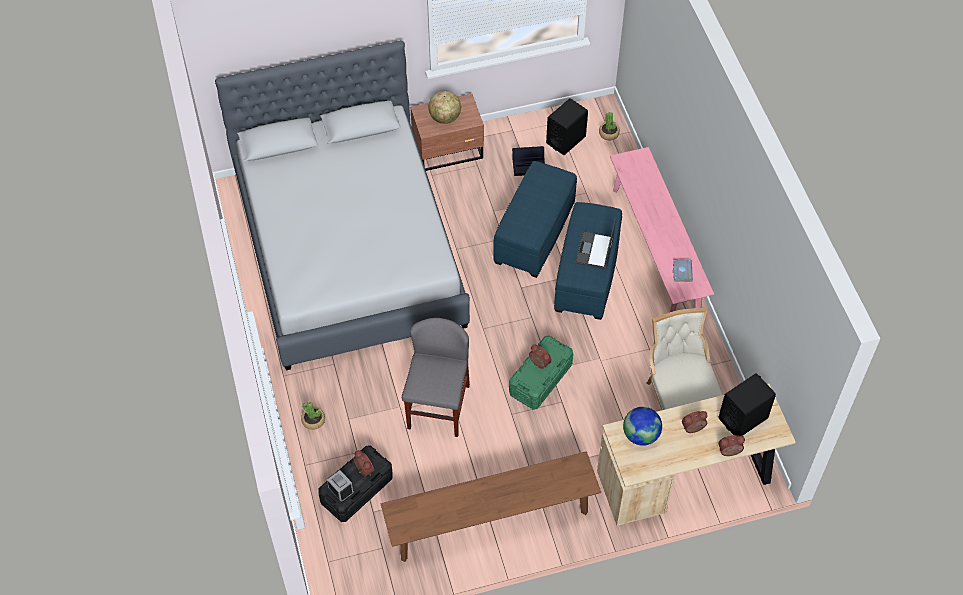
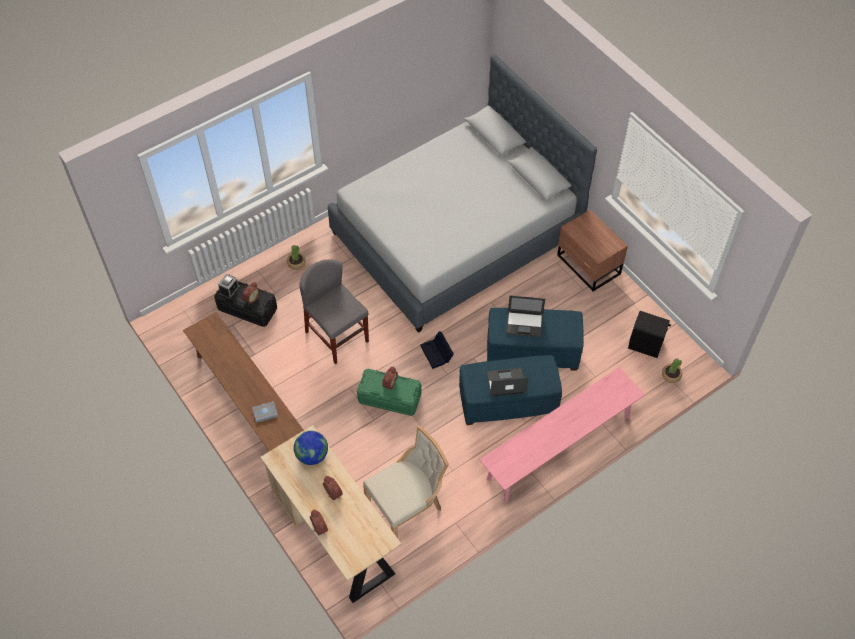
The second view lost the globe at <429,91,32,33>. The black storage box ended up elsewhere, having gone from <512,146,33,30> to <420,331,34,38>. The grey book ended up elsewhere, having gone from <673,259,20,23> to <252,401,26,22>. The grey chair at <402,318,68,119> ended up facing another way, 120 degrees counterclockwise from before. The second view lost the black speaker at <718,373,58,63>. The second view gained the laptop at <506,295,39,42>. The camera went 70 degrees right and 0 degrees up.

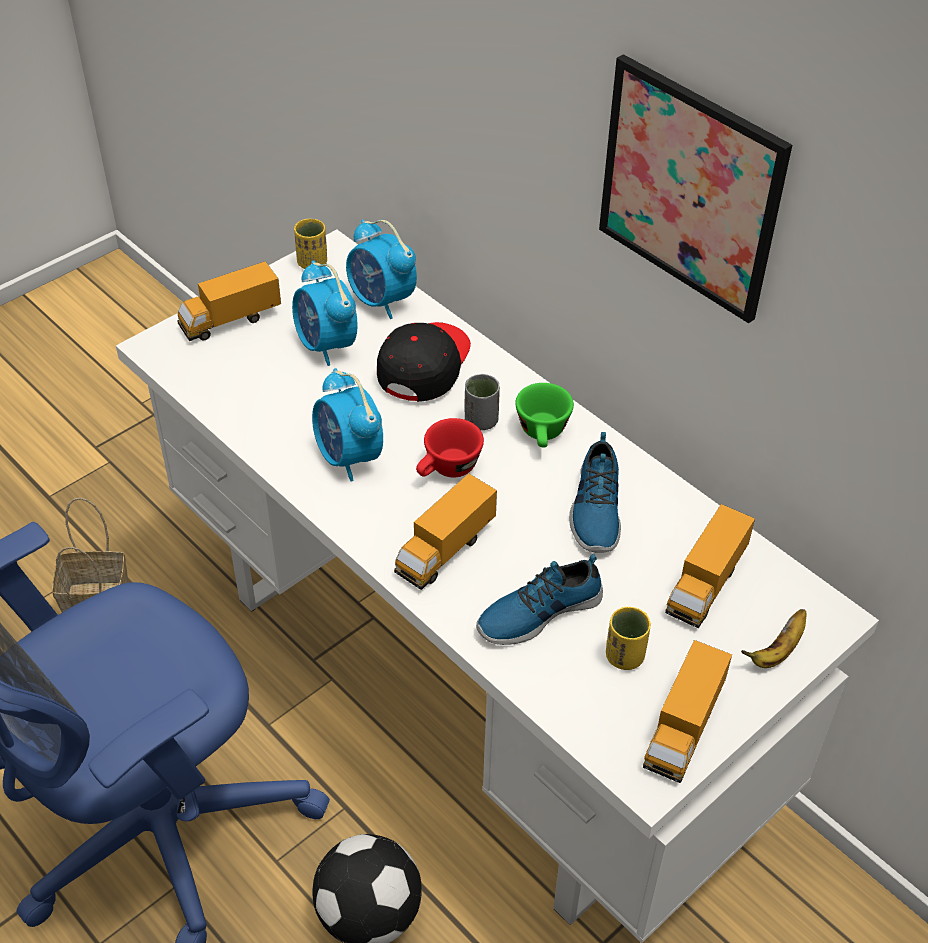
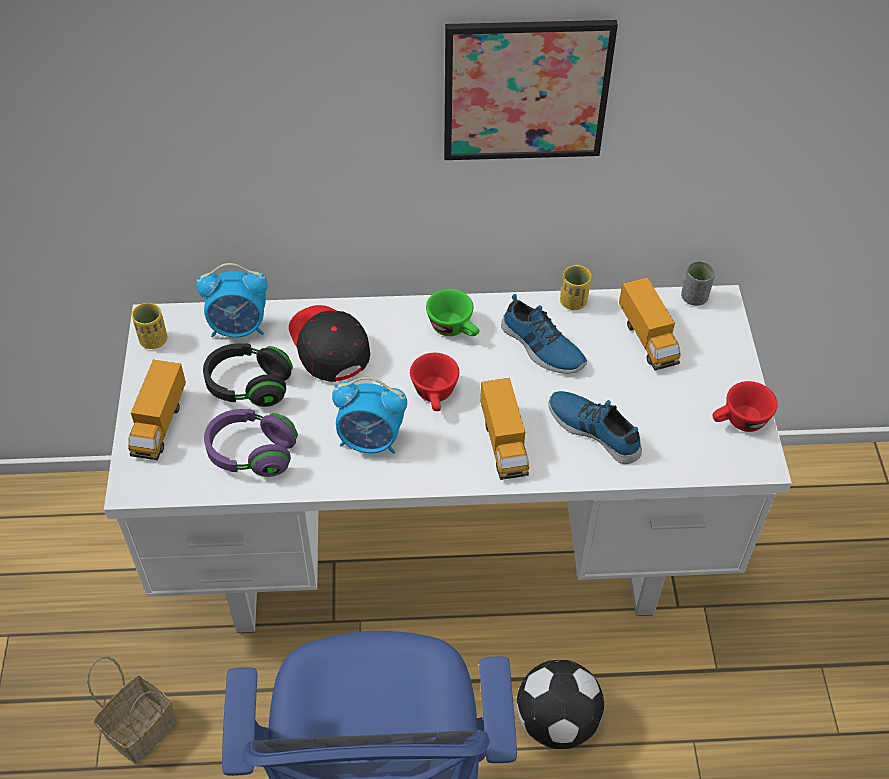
Where the alarm clock stood at <292,261,66,105>, the black headphones came to stand at <203,343,90,64>. The grey cup ended up elsewhere, having gone from <465,374,35,56> to <681,261,34,45>. The shoe at <476,554,127,91> ended up facing another way, 120 degrees clockwise from before. The yellow cup ended up elsewhere, having gone from <606,607,45,63> to <560,265,31,45>. The second view lost the banana at <741,609,66,59>. Where the toy truck stood at <643,640,89,143>, the red cup came to stand at <713,381,65,51>. The second view gained the purple headphones at <204,409,94,68>. The camera went 50 degrees left and 5 degrees up.

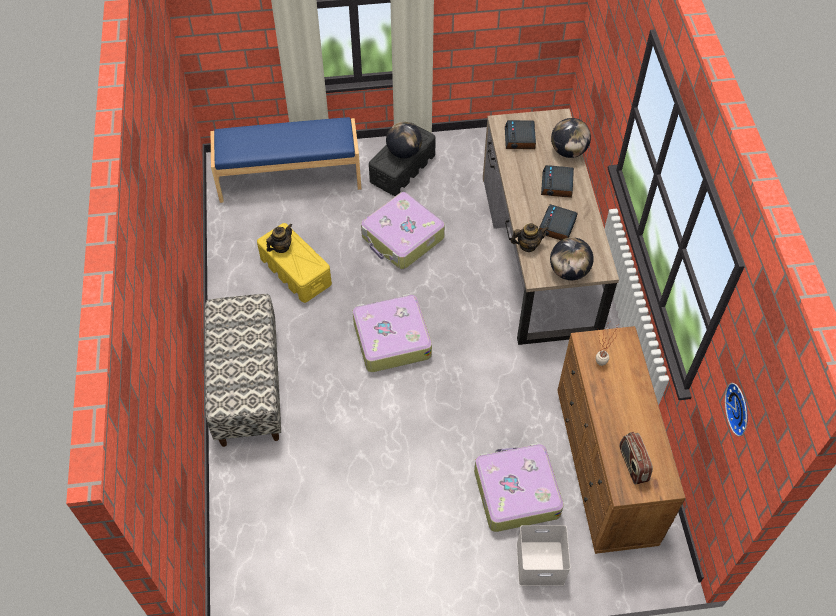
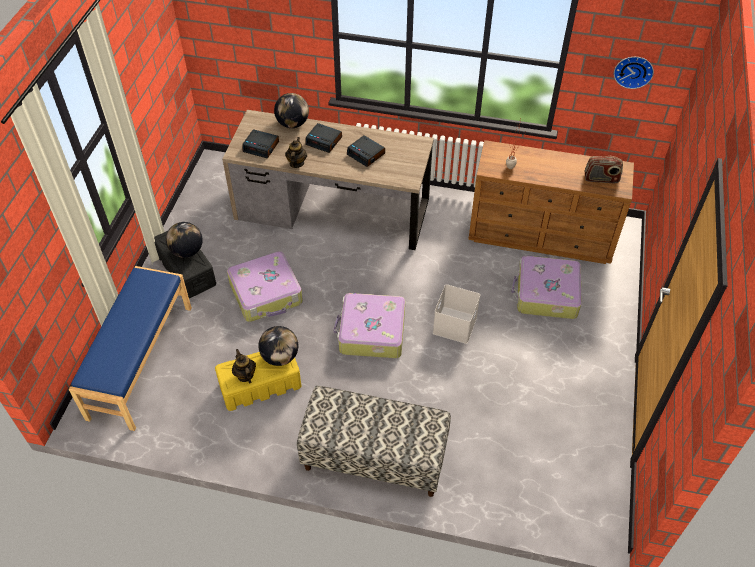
The teapot ended up elsewhere, having gone from <510,223,39,29> to <285,137,22,31>. The globe ended up elsewhere, having gone from <550,237,44,43> to <258,326,40,40>. The white storage box ended up elsewhere, having gone from <517,525,53,61> to <433,284,47,60>. The camera went 70 degrees left and 5 degrees down.

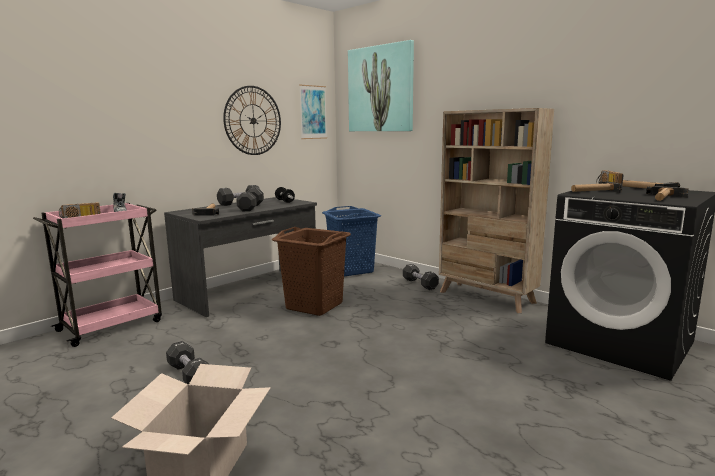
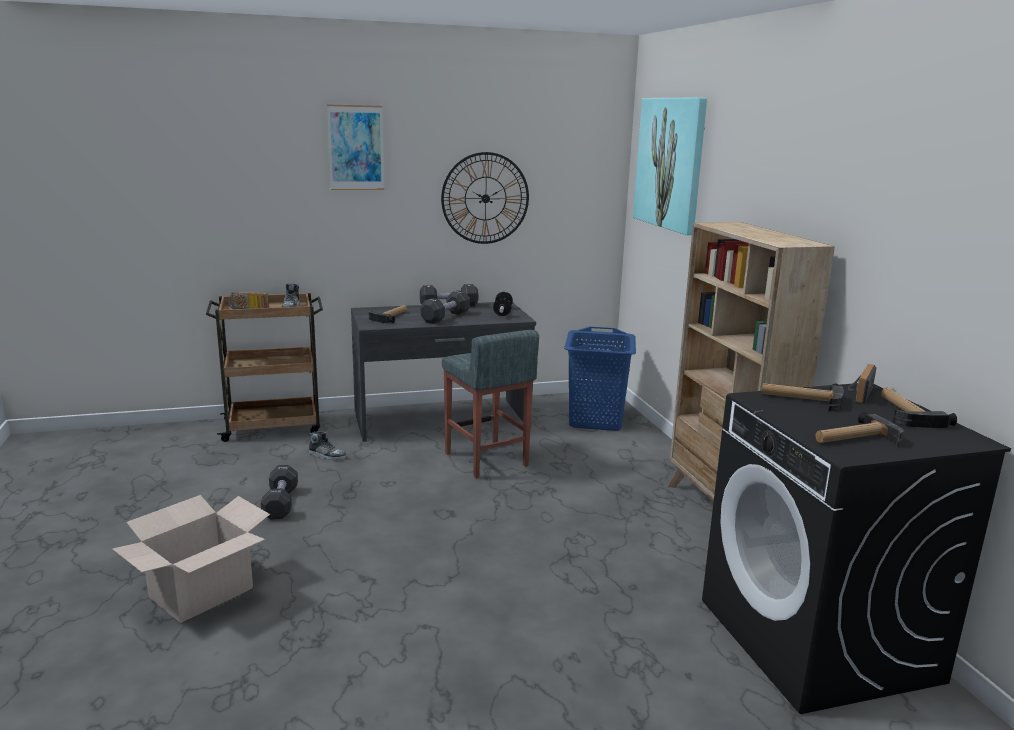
The picture ended up elsewhere, having gone from <299,85,28,54> to <327,104,57,86>. What was the pink cart at <33,203,129,144> turned into the brown cart at <206,293,117,149>. Where the brown laundry basket stood at <272,227,79,89>, the grey stool came to stand at <442,330,97,148>. The second view lost the black dumbbell at <403,264,36,26>. The second view gained the shoe at <308,430,38,30>. The camera went 30 degrees right and 5 degrees up.

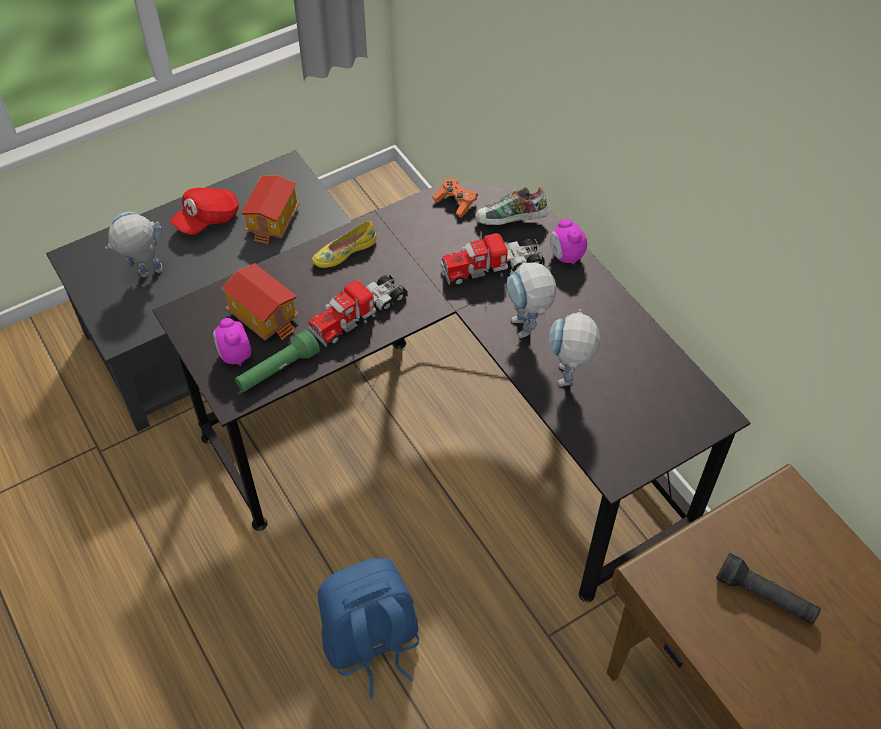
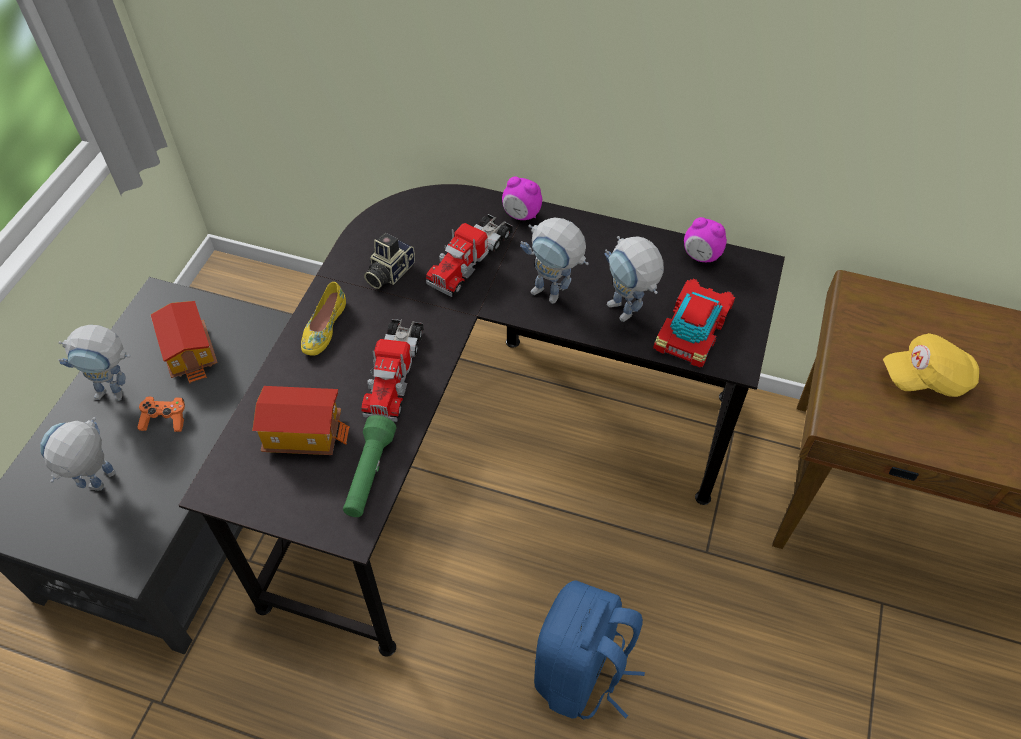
The orange game controller ended up elsewhere, having gone from <433,178,45,39> to <137,396,48,36>. The second view lost the shoe at <475,187,74,38>. Where the red cap stood at <170,188,69,47>, the toy robot came to stand at <58,325,72,76>. The alarm clock ended up elsewhere, having gone from <213,318,38,48> to <684,217,43,45>. Where the black flashlight stood at <716,553,105,72>, the yellow cap came to stand at <883,333,96,64>. The second view gained the photo camera at <364,233,51,56>. The second view gained the toy car at <653,279,82,88>. The camera went 40 degrees left and 0 degrees up.

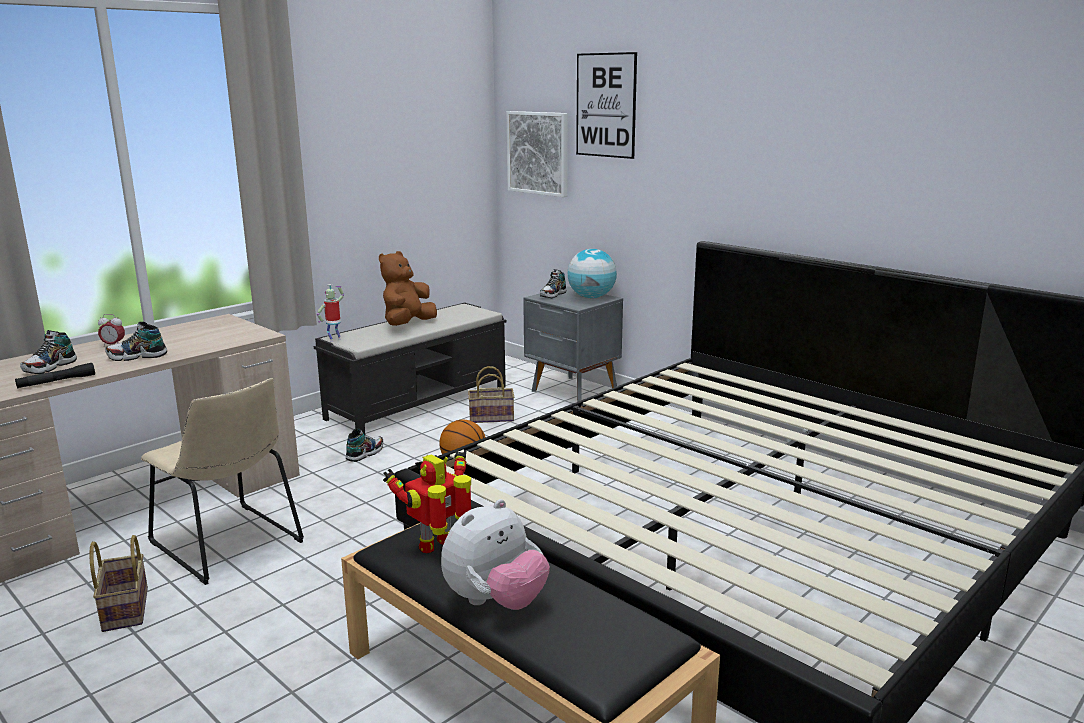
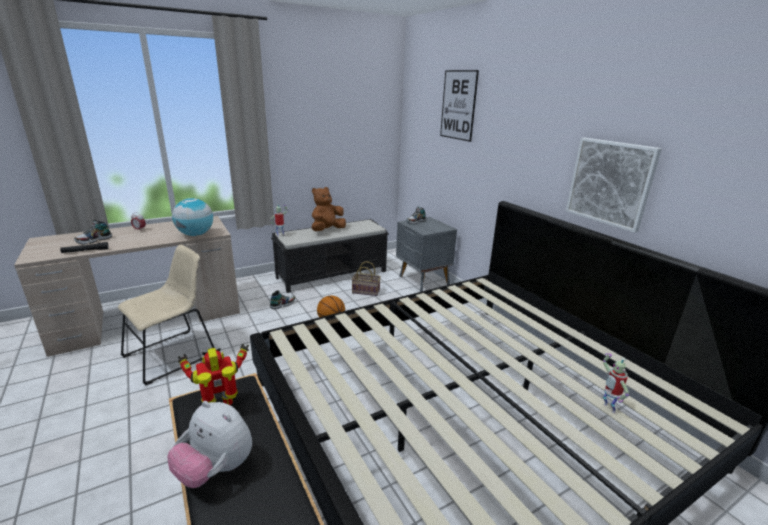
The picture ended up elsewhere, having gone from <506,111,62,86> to <566,138,96,95>. The globe ended up elsewhere, having gone from <568,249,49,49> to <172,198,41,38>. The second view lost the shoe at <105,322,62,39>. The beige chair at <141,378,163,207> ended up facing another way, 105 degrees counterclockwise from before. The plush toy at <441,499,109,111> ended up facing another way, 60 degrees clockwise from before. The second view lost the basket at <90,535,58,97>. The second view gained the toy robot at <603,353,26,60>. The camera went 15 degrees right and 5 degrees up.

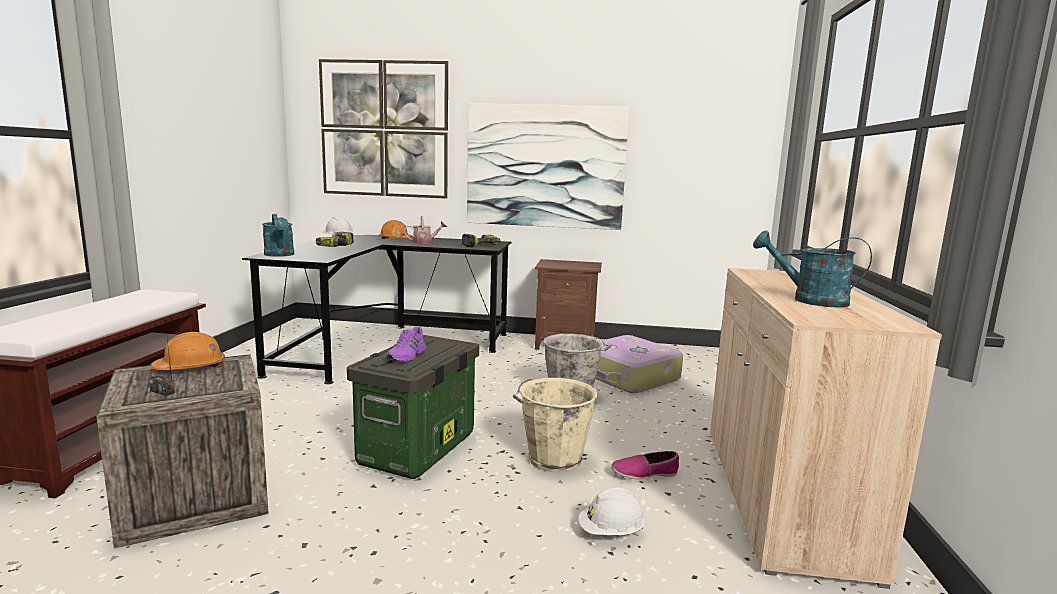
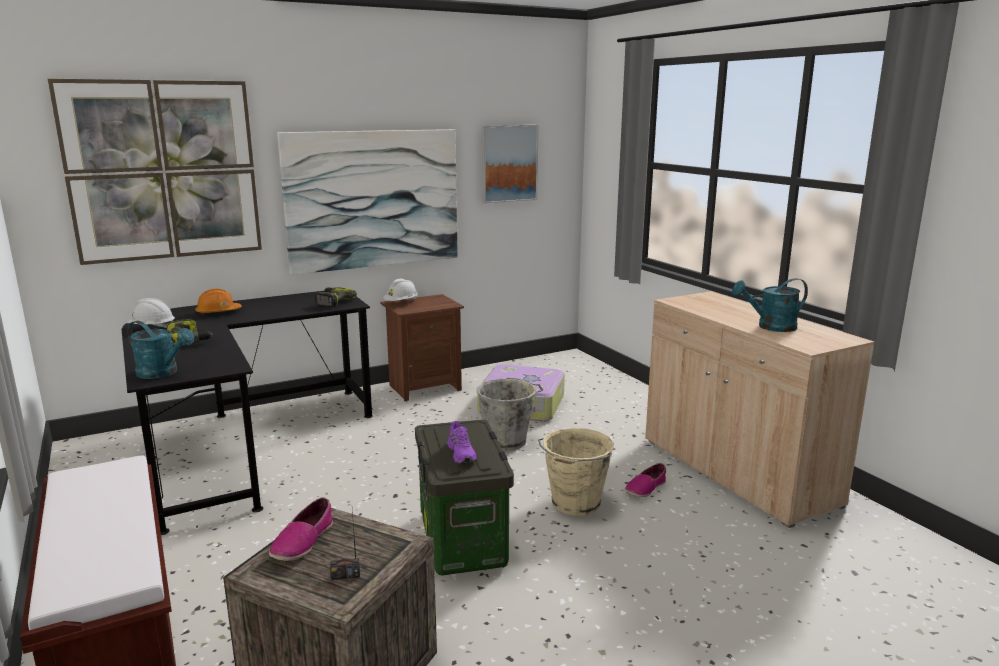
The second view lost the watering can at <404,216,43,28>. Where the orange hard hat stood at <151,332,74,38>, the shoe came to stand at <269,498,64,63>. The white hard hat ended up elsewhere, having gone from <578,488,68,47> to <383,279,35,22>. The second view gained the picture at <482,125,56,79>. The camera went 35 degrees left and 5 degrees up.

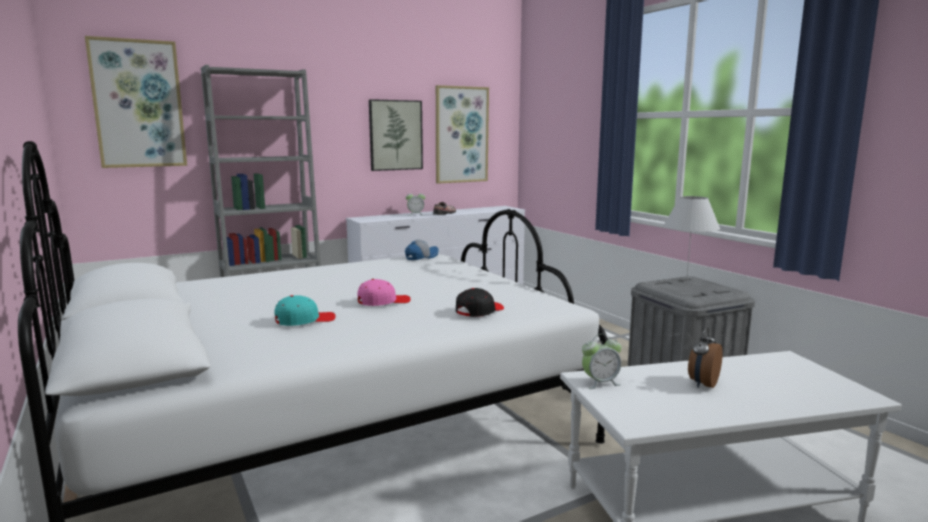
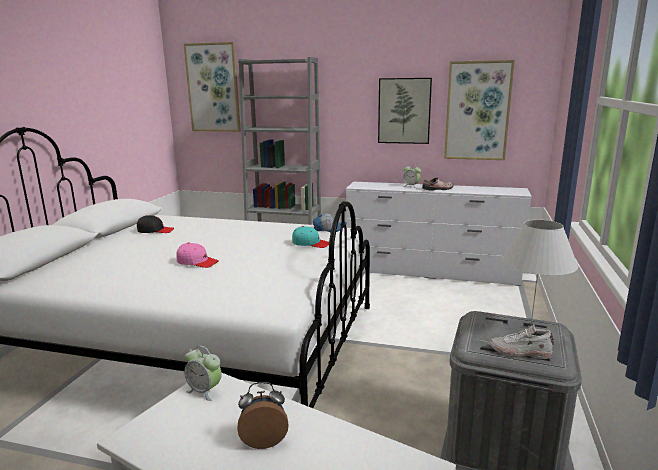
The black cap ended up elsewhere, having gone from <456,288,48,29> to <137,215,37,18>. The turquoise cap ended up elsewhere, having gone from <275,295,60,31> to <292,226,37,22>. The second view gained the white shoe at <489,324,65,35>. The camera went 45 degrees right and 5 degrees up.

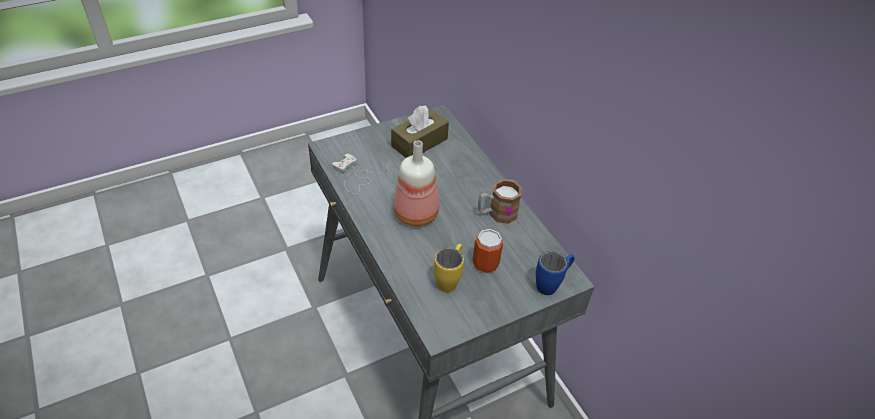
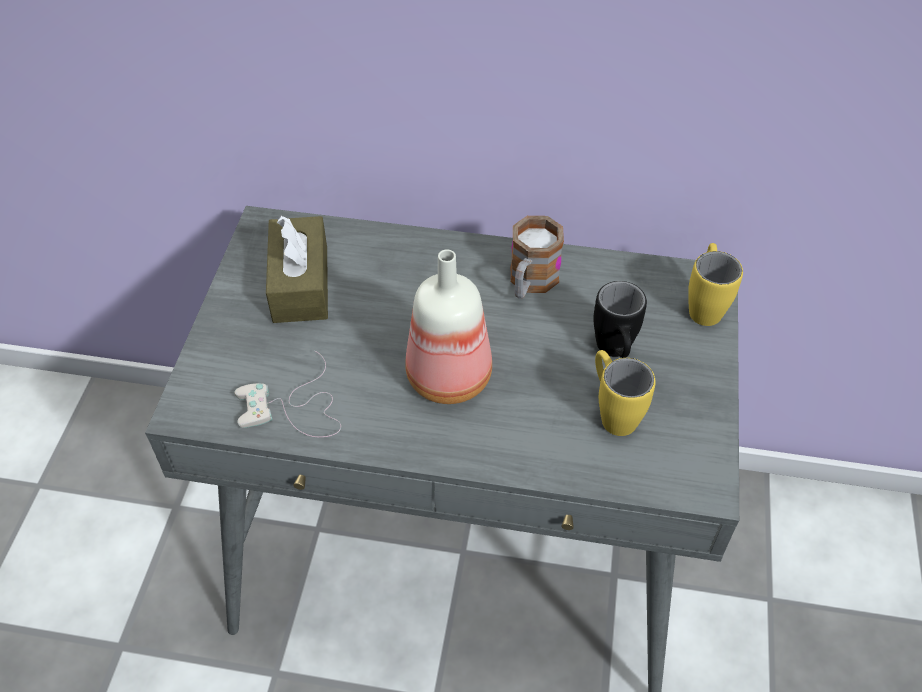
Where the can stood at <472,229,31,44>, the black mug came to stand at <593,281,54,77>. What was the blue mug at <536,251,39,44> turned into the yellow mug at <688,243,55,83>. The camera went 50 degrees left and 5 degrees up.

